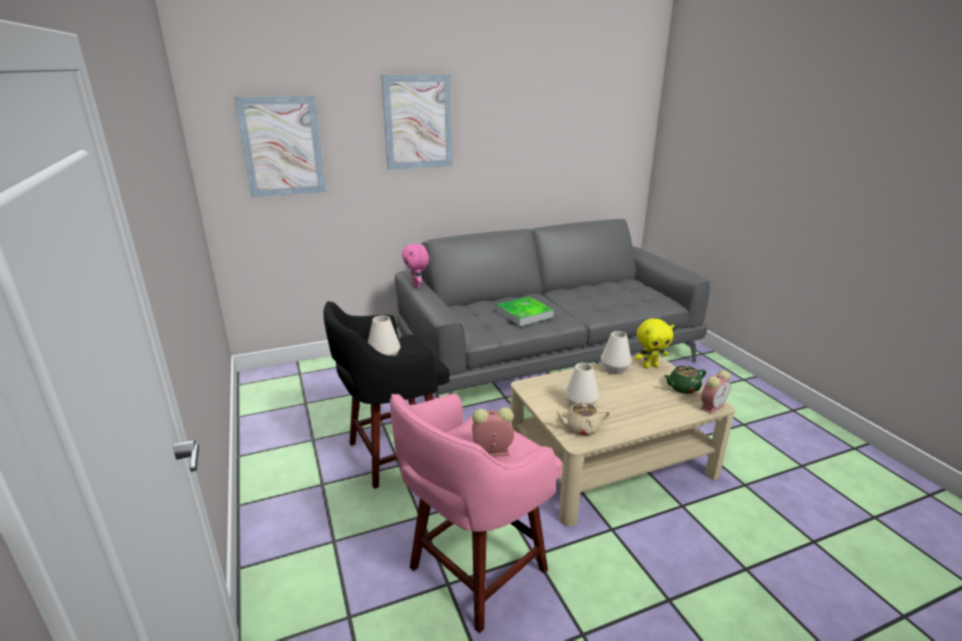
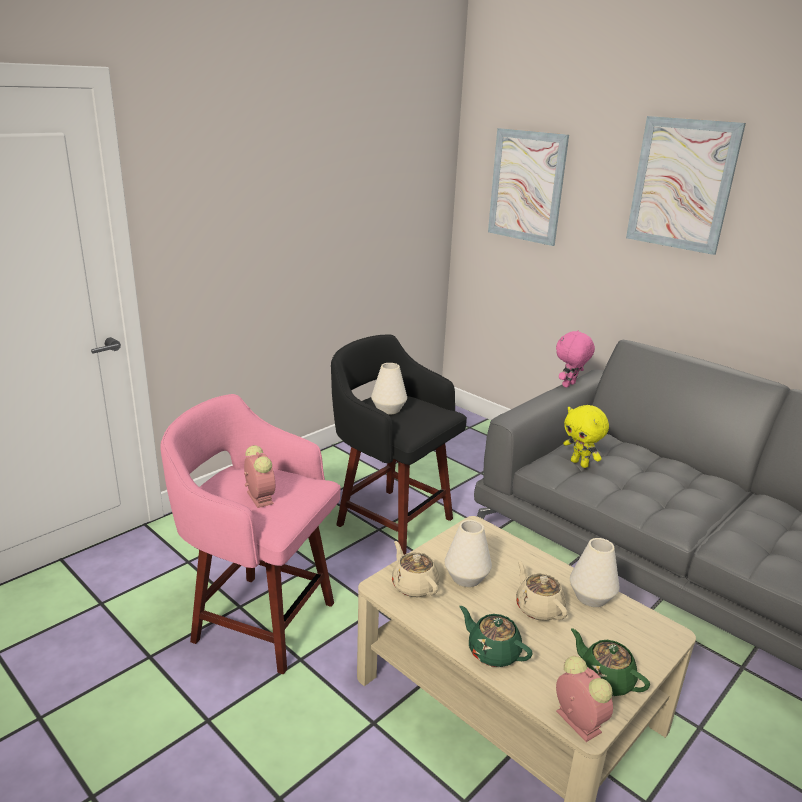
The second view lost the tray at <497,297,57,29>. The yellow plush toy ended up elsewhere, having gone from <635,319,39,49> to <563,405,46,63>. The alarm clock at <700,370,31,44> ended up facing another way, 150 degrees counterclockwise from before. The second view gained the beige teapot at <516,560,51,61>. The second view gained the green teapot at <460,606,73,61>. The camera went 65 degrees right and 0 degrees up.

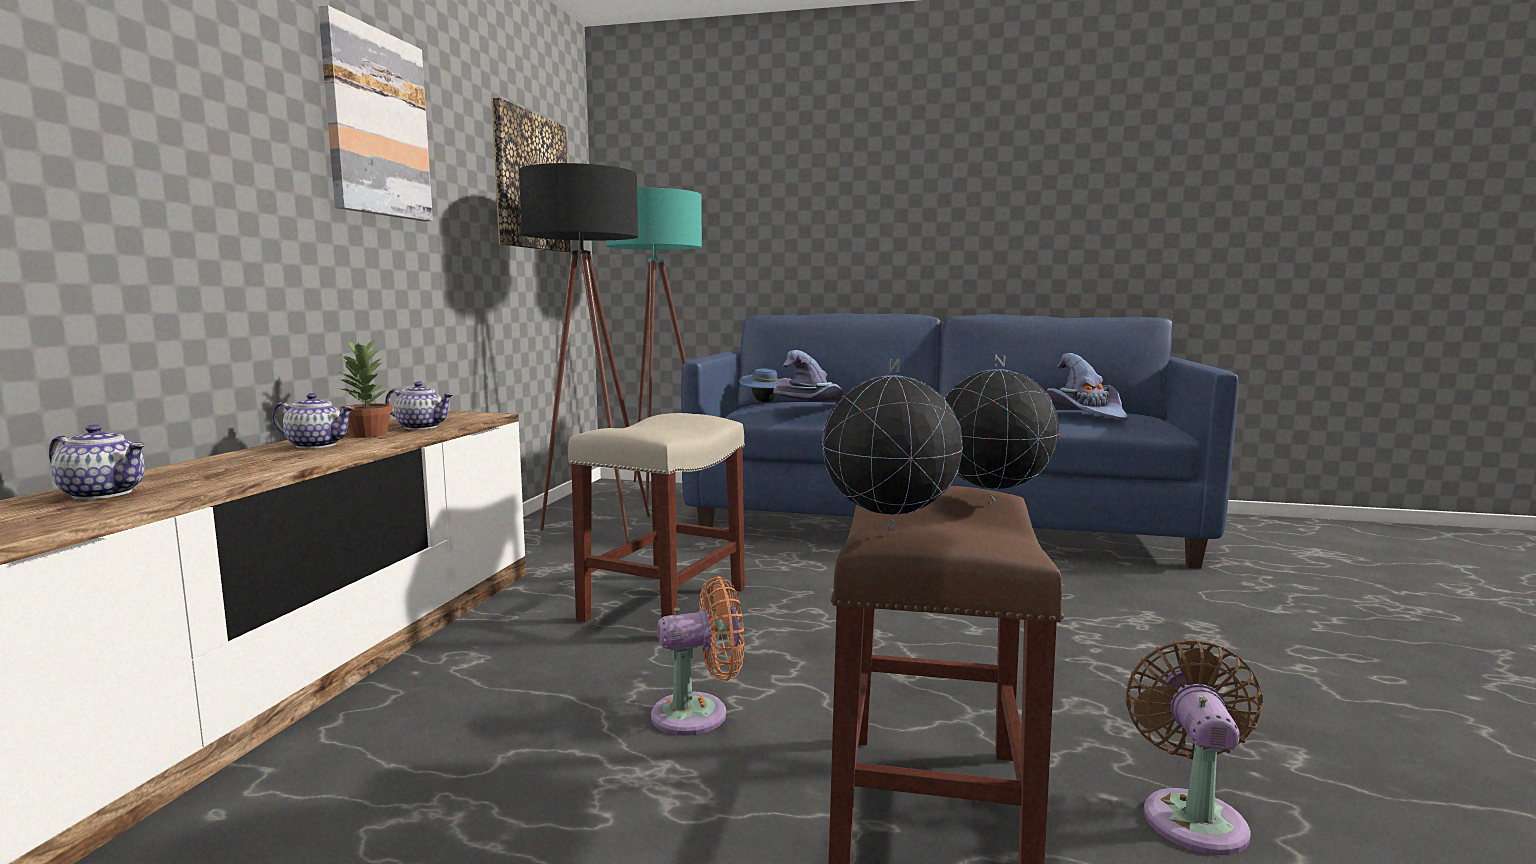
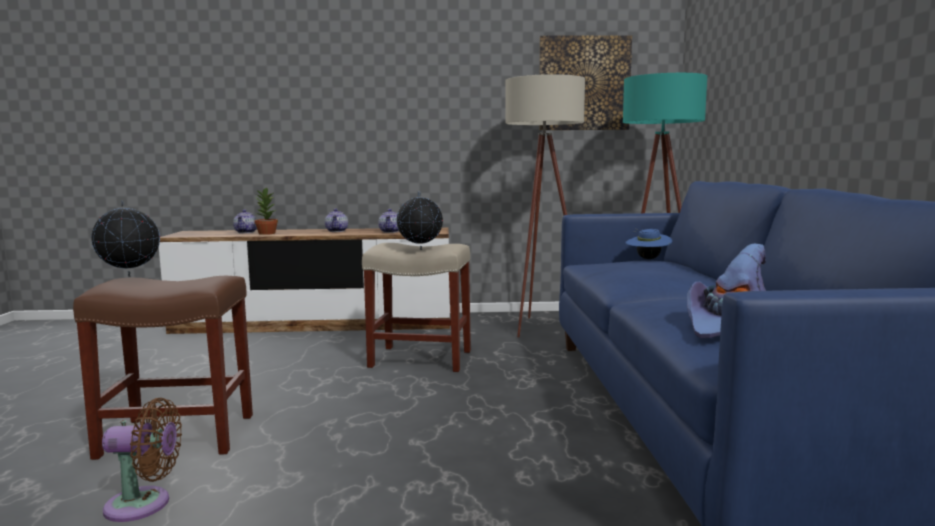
The second view lost the picture at <318,5,115,216>. What was the black floor lamp at <519,163,131,380> turned into the beige floor lamp at <505,74,80,263>. The potted plant ended up elsewhere, having gone from <338,339,54,99> to <254,188,24,47>. The second view lost the purple hat at <773,350,71,51>. The globe ended up elsewhere, having gone from <945,355,116,149> to <397,192,46,58>. The second view lost the orange fan at <651,576,94,160>. The camera went 75 degrees right and 0 degrees up.

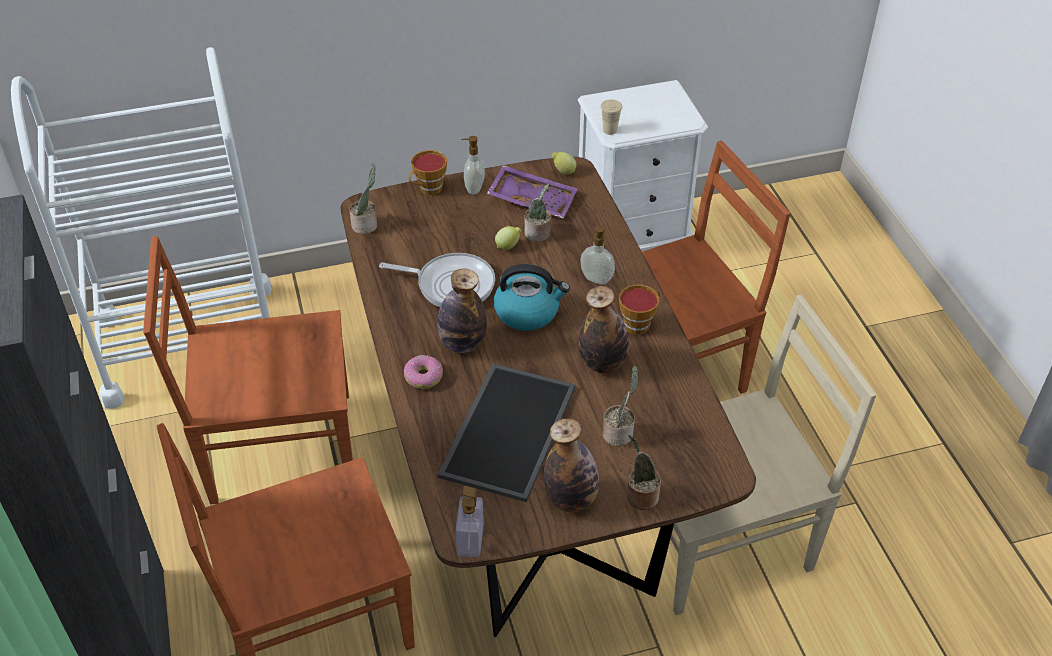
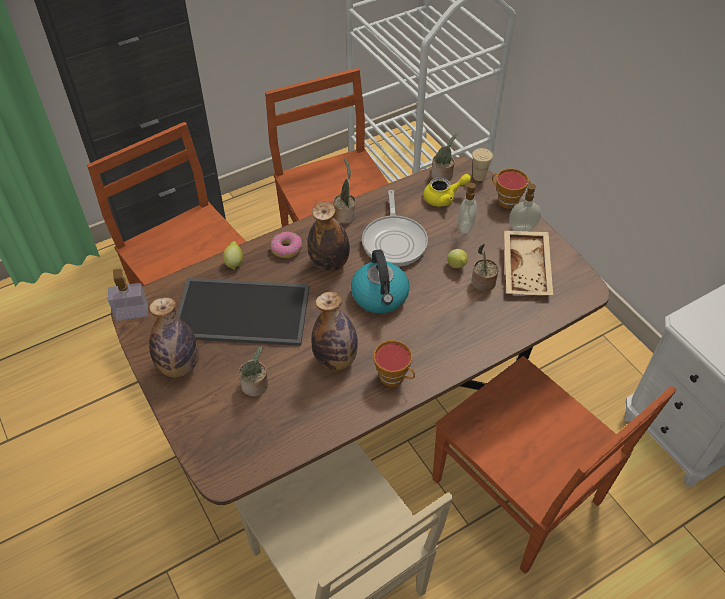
The beige cup ended up elsewhere, having gone from <600,99,22,36> to <472,148,21,33>. The lemon ended up elsewhere, having gone from <552,152,24,23> to <223,241,20,29>. What was the purple tray at <487,165,91,53> turned into the beige tray at <504,230,49,65>. The soap dispenser ended up elsewhere, having gone from <580,226,35,58> to <458,183,19,51>. The potted plant ended up elsewhere, having gone from <627,434,34,76> to <333,158,23,66>. The second view gained the yellow teapot at <423,174,48,33>. The camera went 75 degrees right and 5 degrees up.

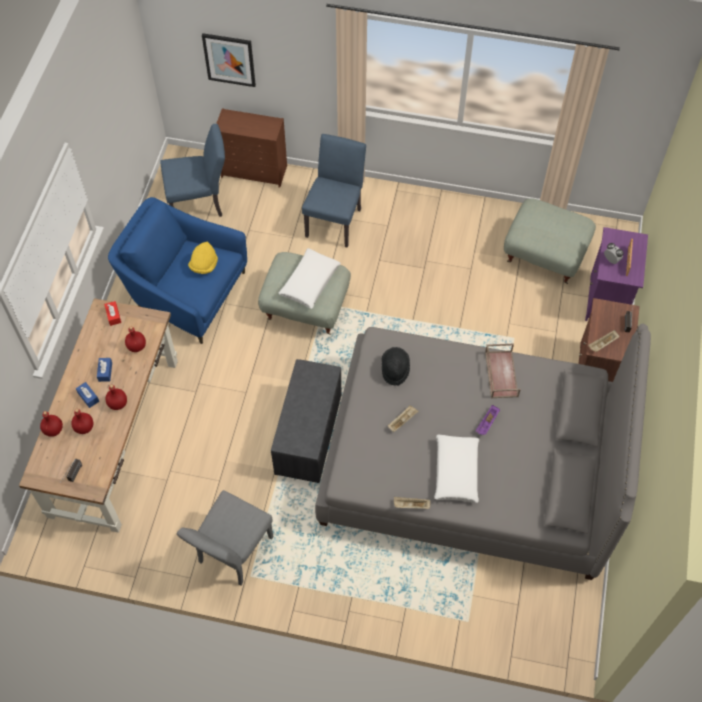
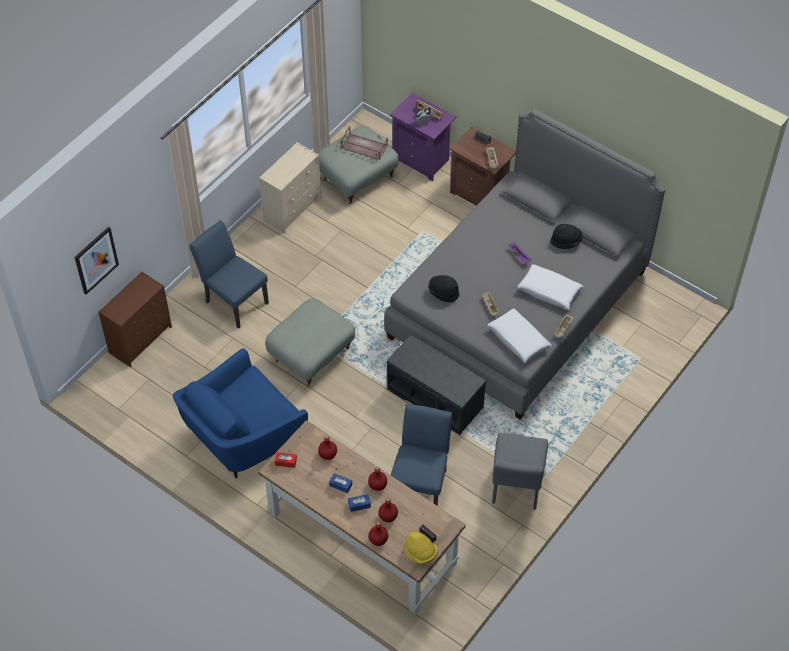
The blue chair ended up elsewhere, having gone from <160,124,65,93> to <391,404,61,102>. The yellow hat ended up elsewhere, having gone from <188,242,30,32> to <404,532,34,32>. The white pillow ended up elsewhere, having gone from <278,248,63,61> to <487,309,65,54>. The brown tray ended up elsewhere, having gone from <485,344,35,55> to <341,126,47,34>. The grey chair at <177,490,97,96> ended up facing another way, 45 degrees clockwise from before. The second view gained the beige dresser at <259,142,62,91>. The second view gained the black hat at <551,224,32,25>. The camera went 65 degrees left and 5 degrees down.

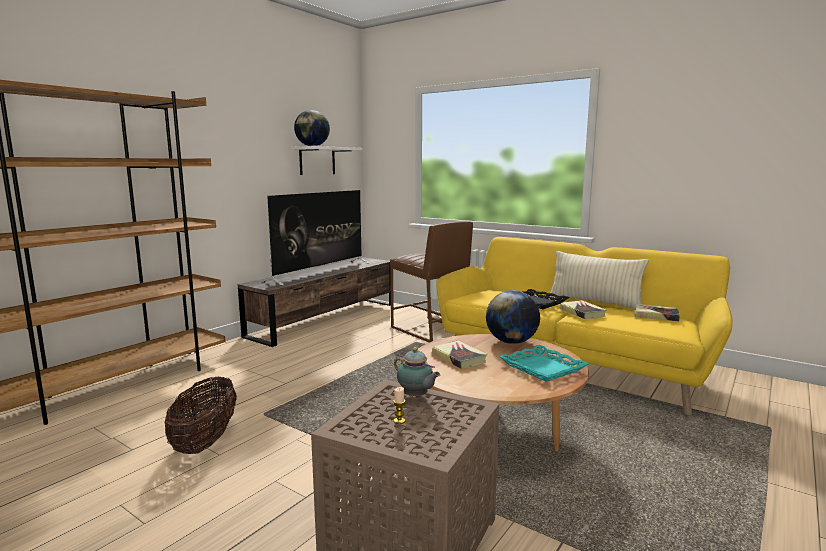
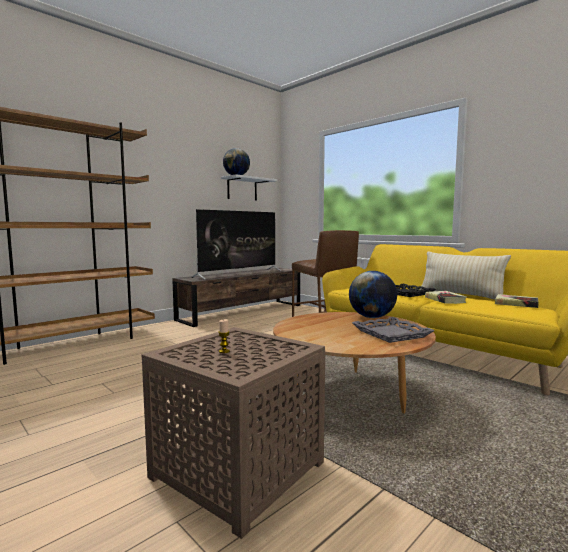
The second view lost the book at <432,341,55,28>. What was the turquoise tray at <499,345,90,37> turned into the grey tray at <352,317,83,26>. The second view lost the teapot at <394,347,46,50>. The second view lost the basket at <165,377,72,77>. The camera went 10 degrees right and 5 degrees down.

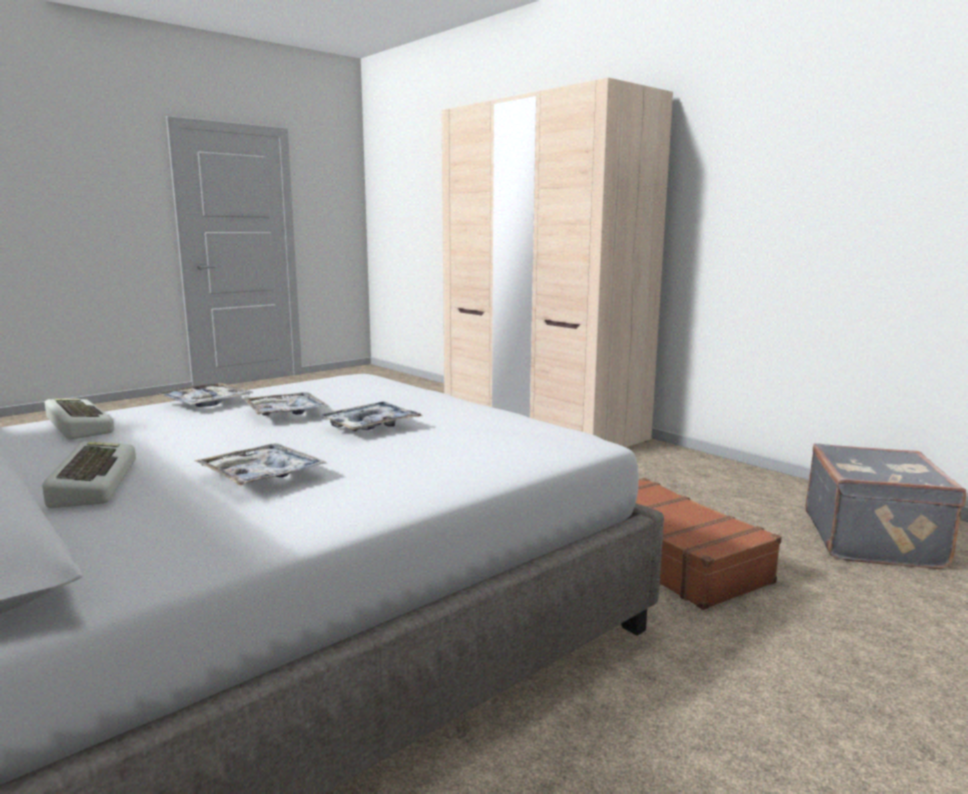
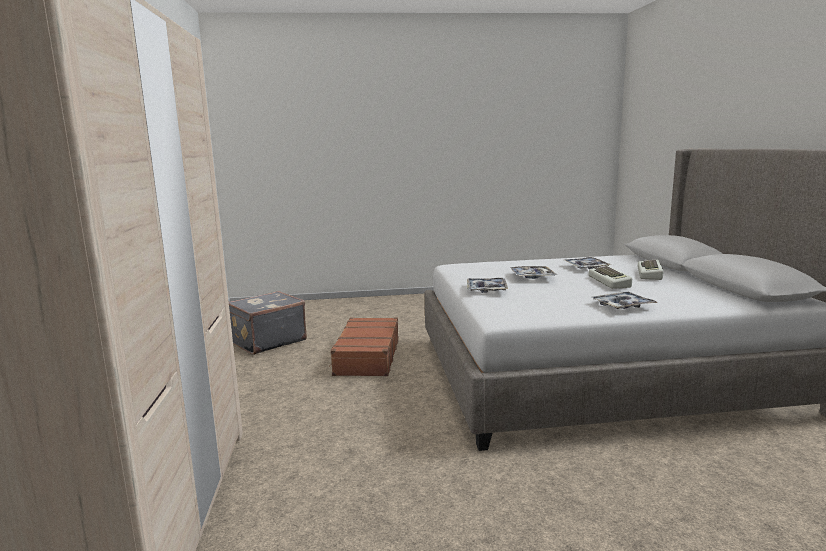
The tray ended up elsewhere, having gone from <242,392,87,24> to <467,278,41,15>. The keyboard ended up elsewhere, having gone from <45,399,69,41> to <589,266,43,23>. The camera went 145 degrees left and 0 degrees up.

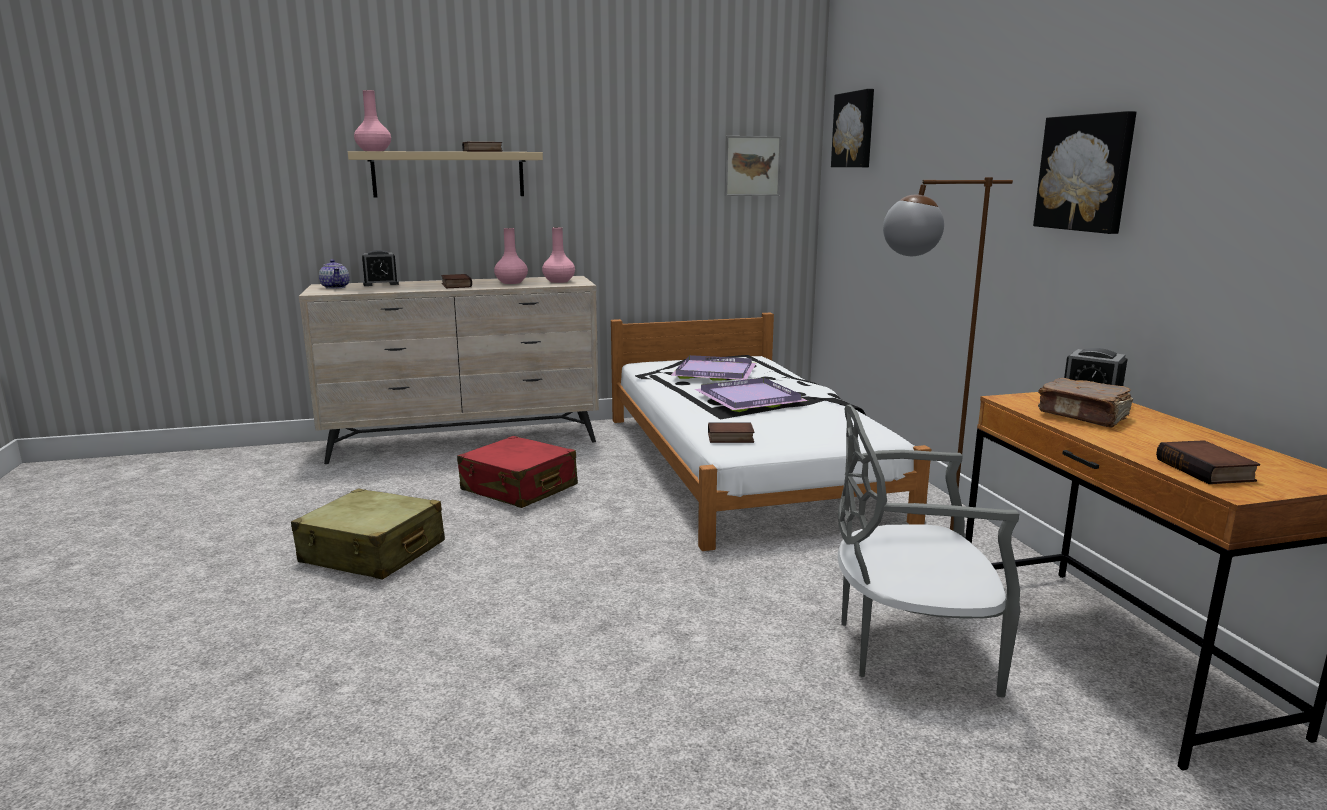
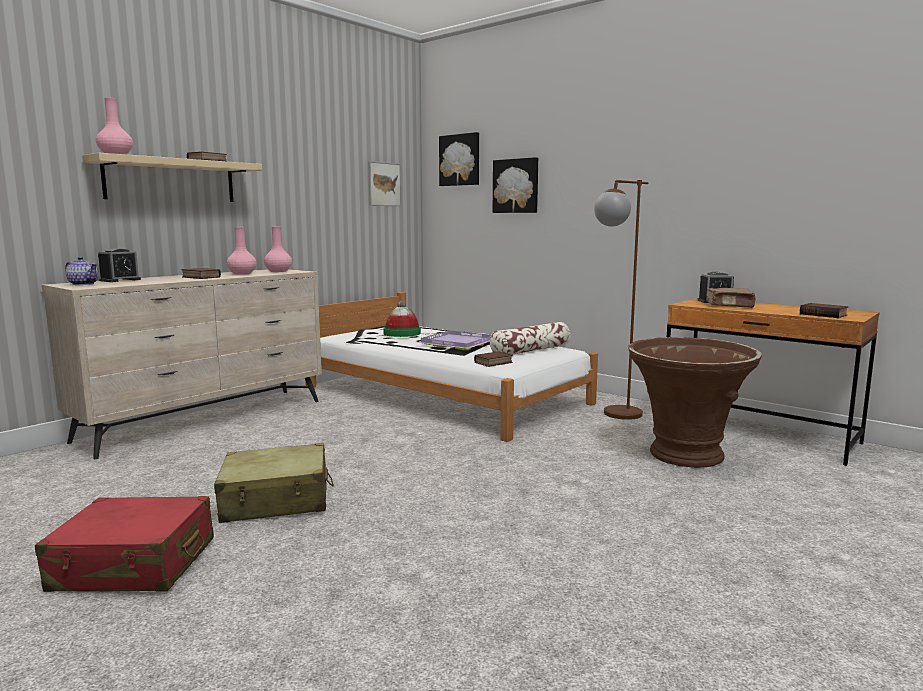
The picture ended up elsewhere, having gone from <1033,111,103,123> to <493,157,45,56>. Where the purple tray stood at <670,355,86,26>, the hat came to stand at <383,301,38,36>. Where the grey chair stood at <838,405,183,292>, the brown planter came to stand at <628,337,134,131>. The red suitcase ended up elsewhere, having gone from <457,436,121,72> to <35,496,179,96>. The second view gained the pillow at <490,322,80,33>. The camera went 35 degrees left and 5 degrees down.

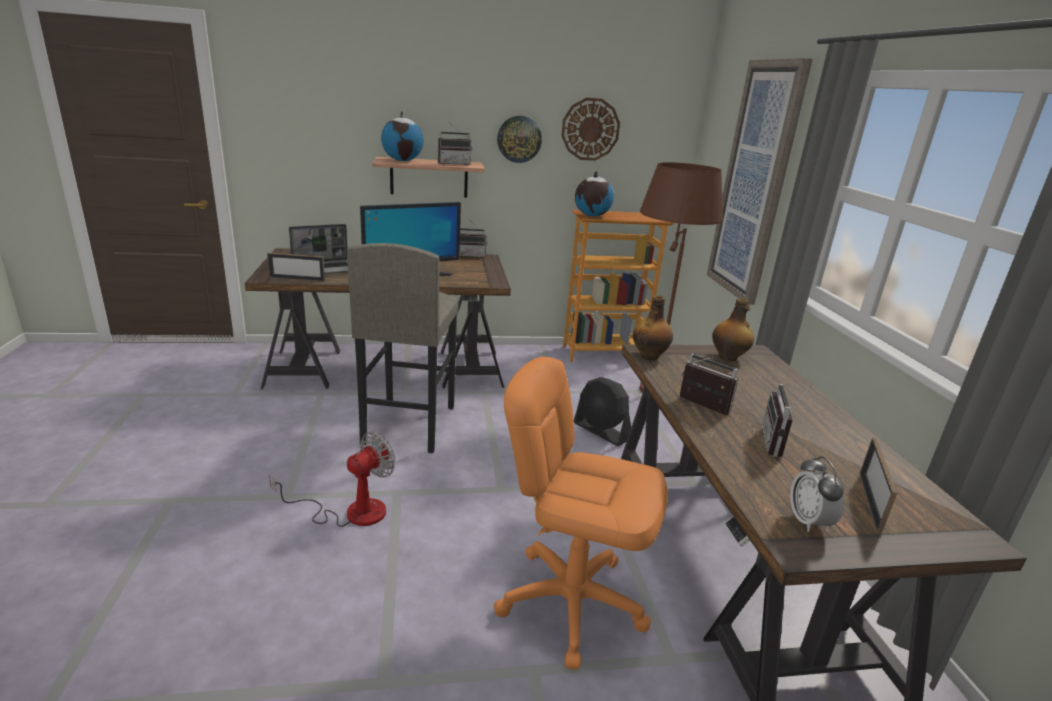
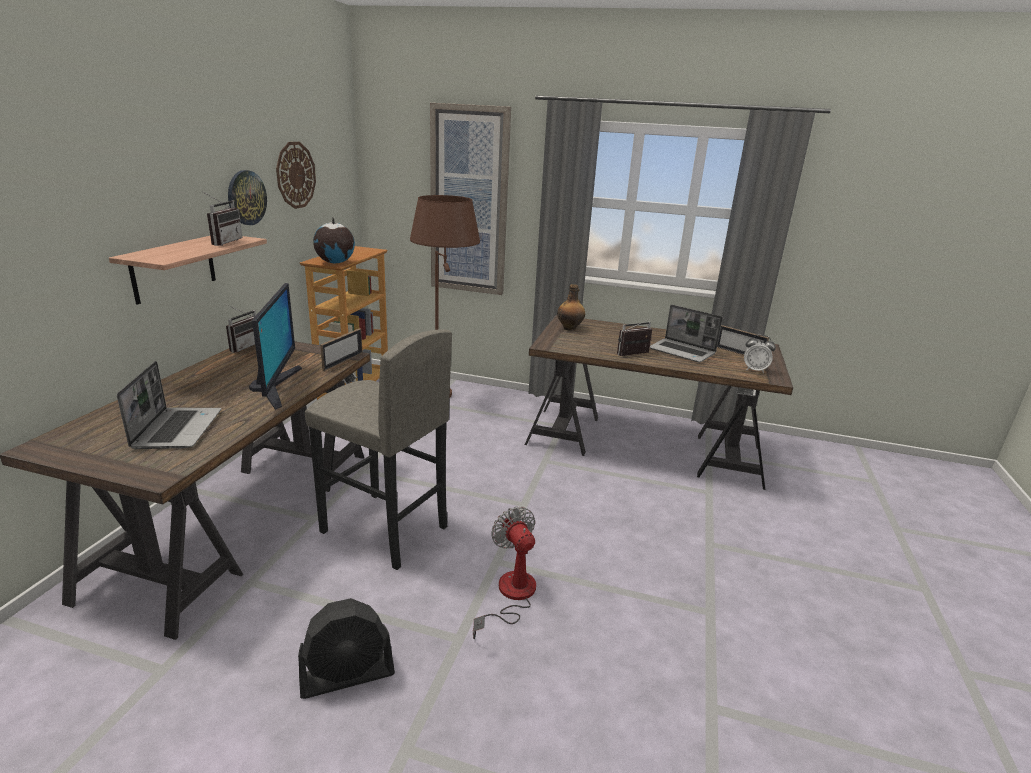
The second view lost the globe at <381,111,43,50>. The picture frame ended up elsewhere, having gone from <267,253,58,29> to <320,328,42,43>. The second view lost the bottle at <633,295,40,66>. The second view lost the orange office chair at <493,357,175,313>. The black fan ended up elsewhere, having gone from <574,377,57,69> to <298,598,97,101>. Where the radio stood at <762,384,50,73>, the laptop came to stand at <650,305,73,58>. The camera went 65 degrees left and 0 degrees up.

